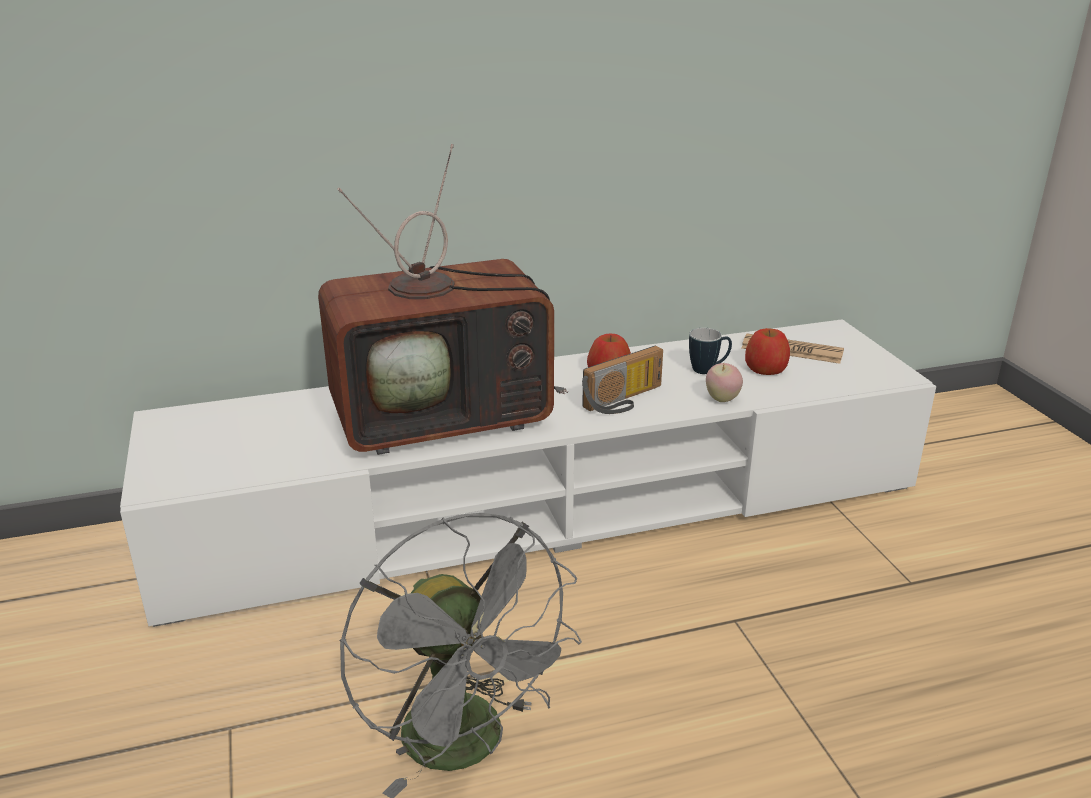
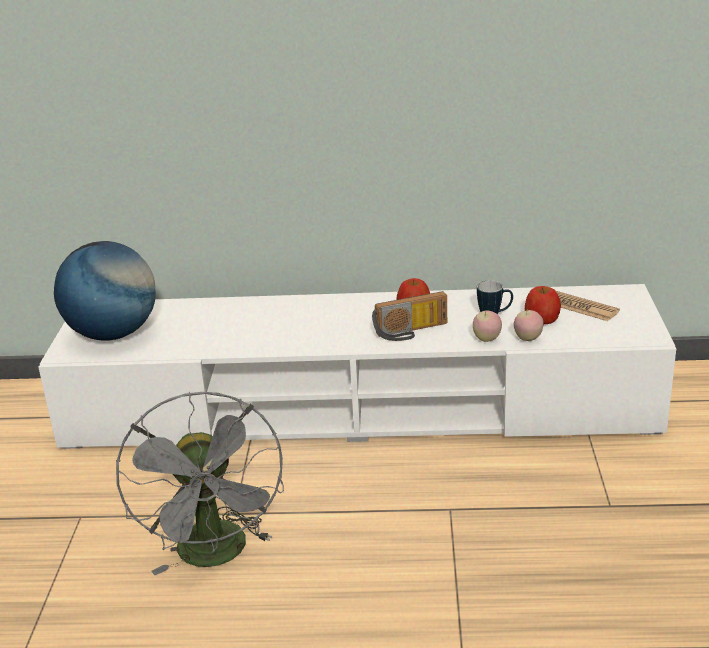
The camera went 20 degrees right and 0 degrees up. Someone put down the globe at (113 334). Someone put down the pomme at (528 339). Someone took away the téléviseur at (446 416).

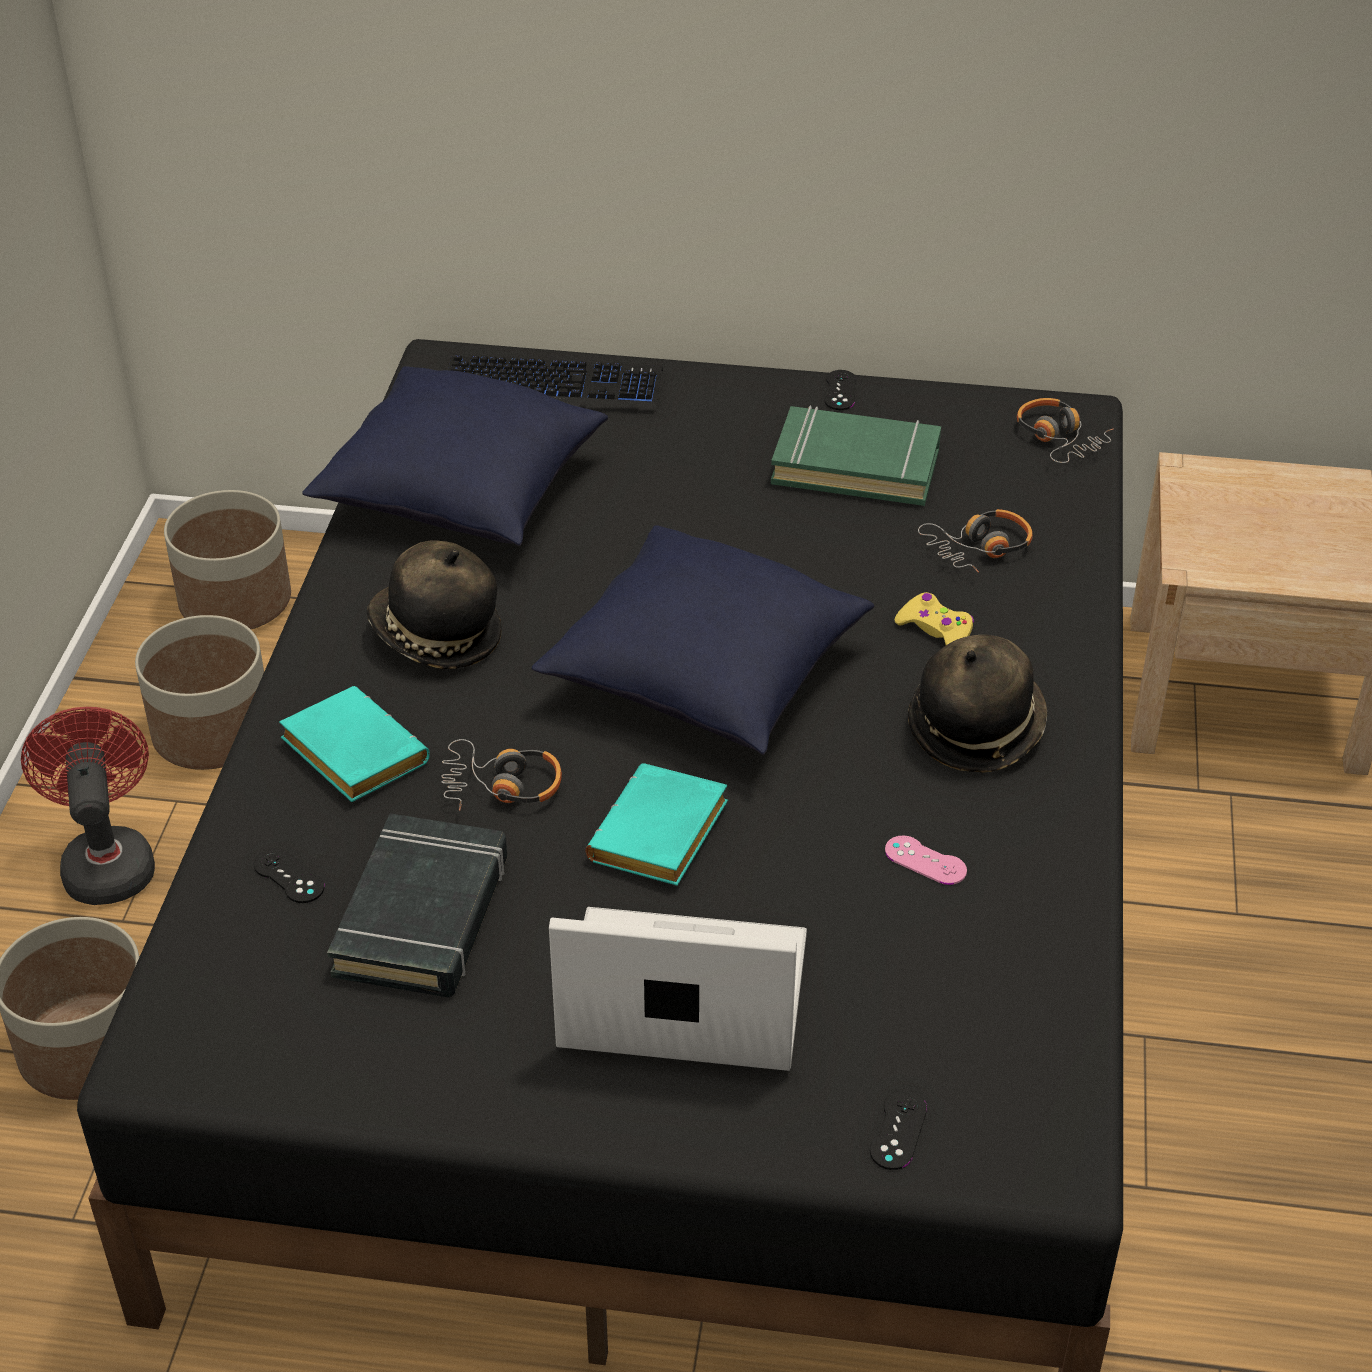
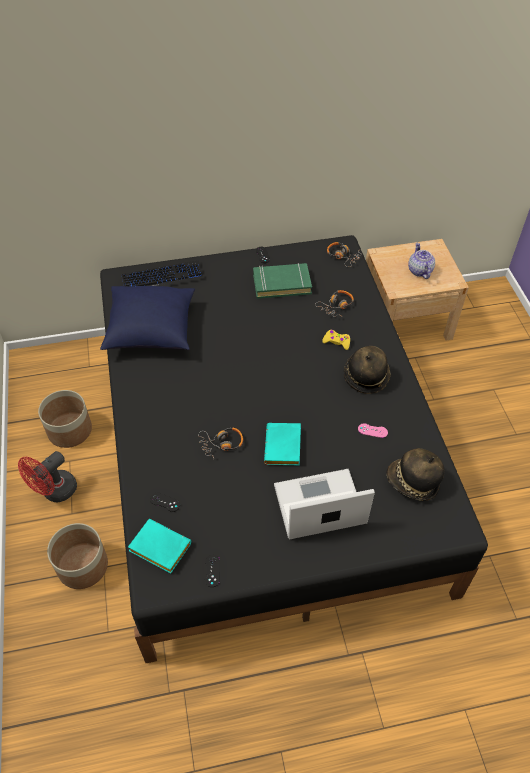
The camera went 20 degrees left and 10 degrees up. Someone rotated the ventilateur (rouge) at (107 861) by 105 degrees counterclockwise. Someone carried the livre (turquoise) from (349 753) to (158 548). Someone carried the manette (noir) from (898 1130) to (212 570). Someone carried the chapeau from (435 637) to (412 482). Someone put down the théière at (419 270). Someone took away the cache-pot at (236 600). Someone took away the livre (noir) at (423 916). Someone took away the coussin (bleu) at (704 677).

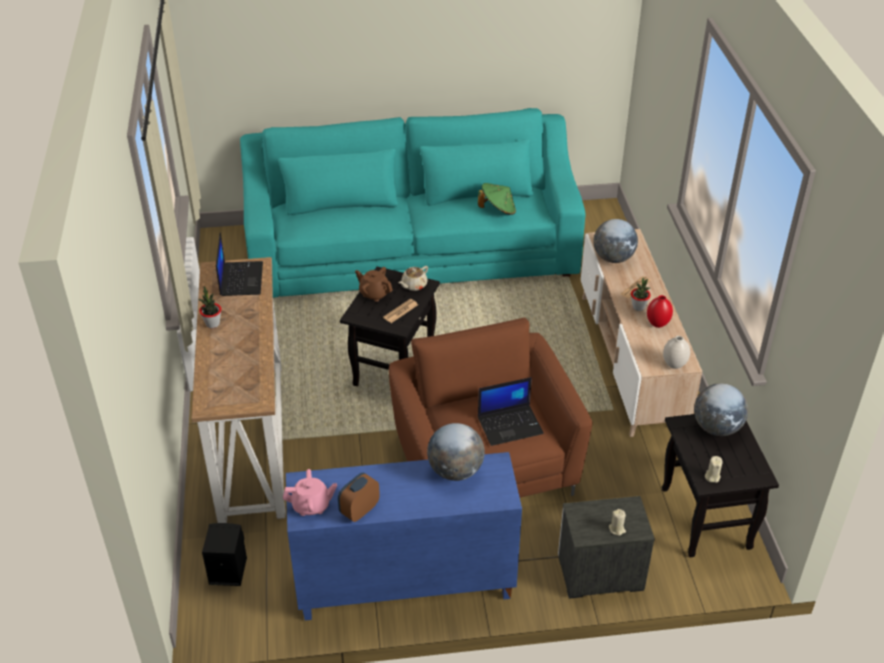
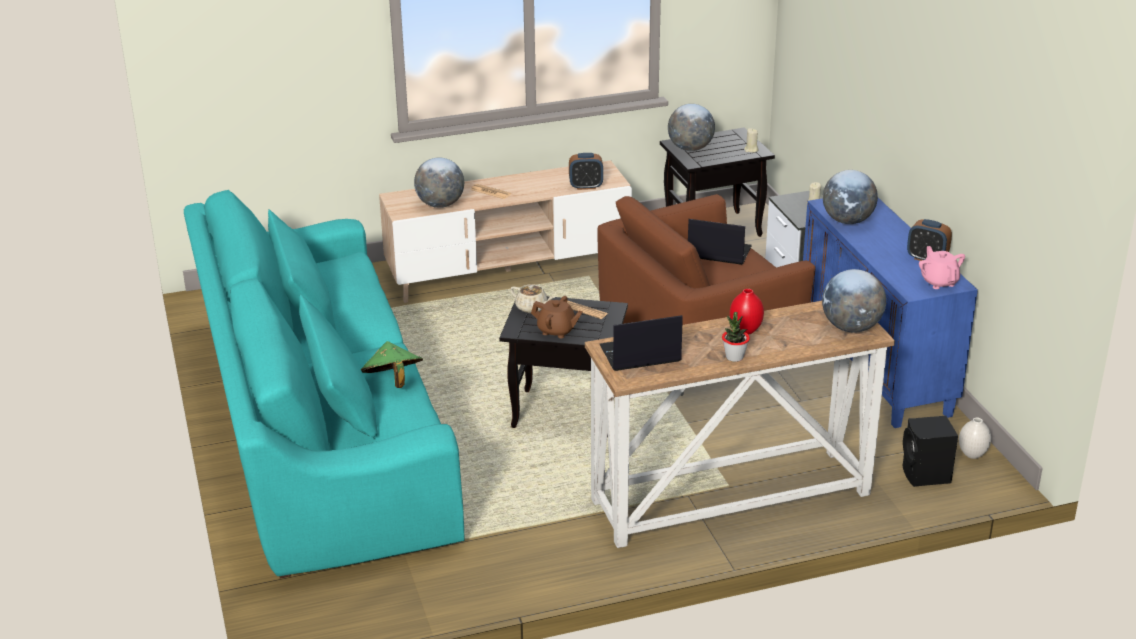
The camera went 100 degrees left and 10 degrees down. Someone carried the chapeau (vert) from (497 210) to (392 382). Someone rotated the théière (marron) at (374 294) by 90 degrees counterclockwise. Someone put down the réveil at (586 186). Someone rotated the ordinateur portable at (510 425) by 45 degrees counterclockwise. Someone carried the vase (rouge) from (658 324) to (745 331). Someone put down the globe at (851 327). Someone carried the vase (blanc) from (674 365) to (972 454). Someone took away the plante en pot at (638 307).

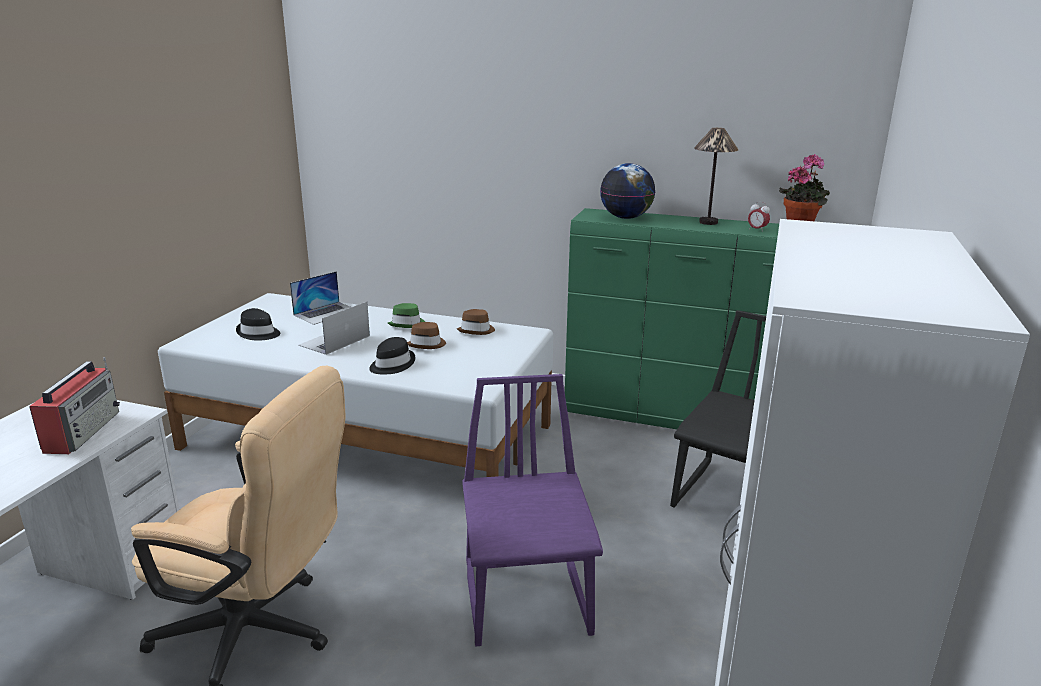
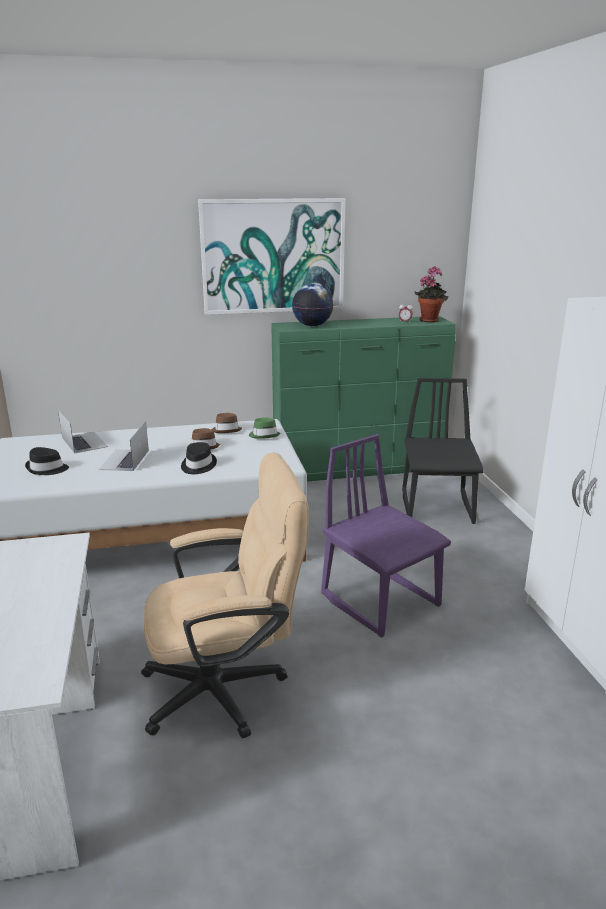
The camera went 30 degrees left and 0 degrees up. Someone rotated the ordinateur portable at (326 313) by 45 degrees counterclockwise. Someone put up the tableau at (273 256). Someone carried the chapeau (vert) from (407 324) to (264 435). Someone took away the radio at (83 431). Someone took away the lampe de table at (708 222).

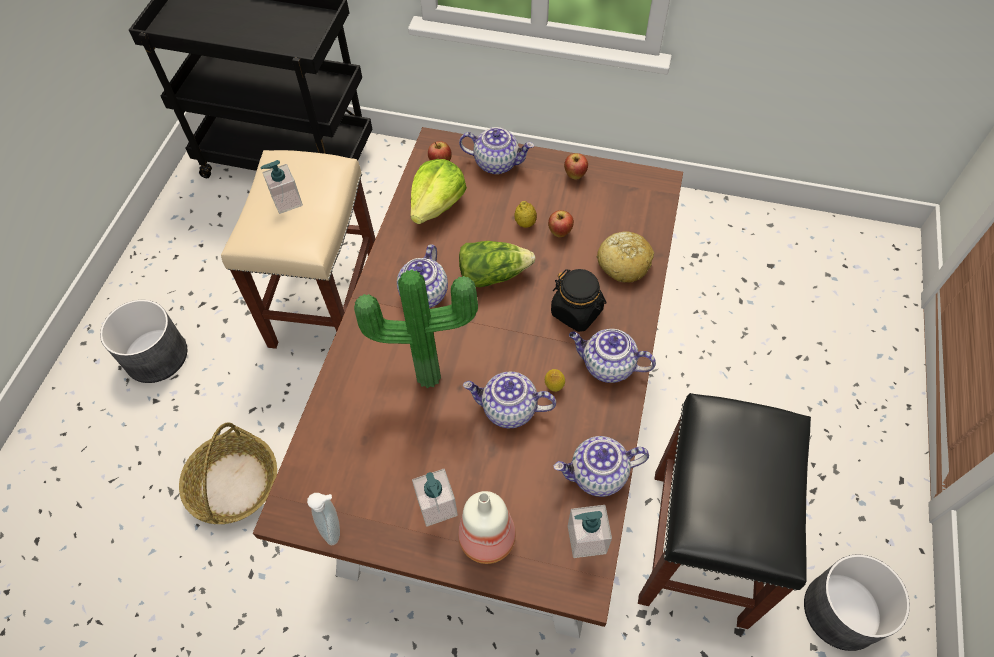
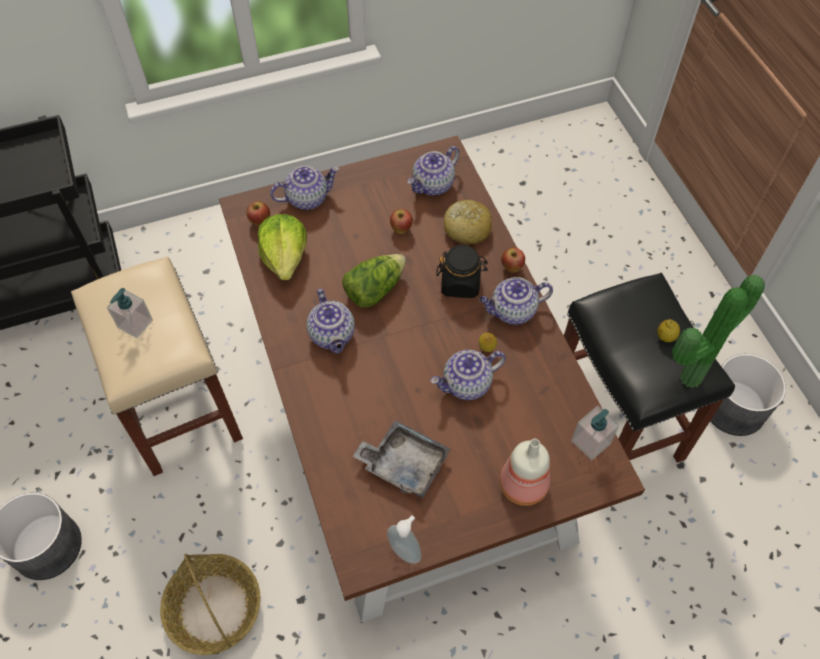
The camera went 35 degrees left and 0 degrees up. Someone put down the plateau (gris) at (404 463). Someone carried the théière from (598 475) to (433 185). Someone carried the pomme from (575 175) to (511 268). Someone carried the citron from (525 223) to (665 337). Someone carried the plante en pot from (428 373) to (686 376). Someone took away the distributeur de savon at (437 506).

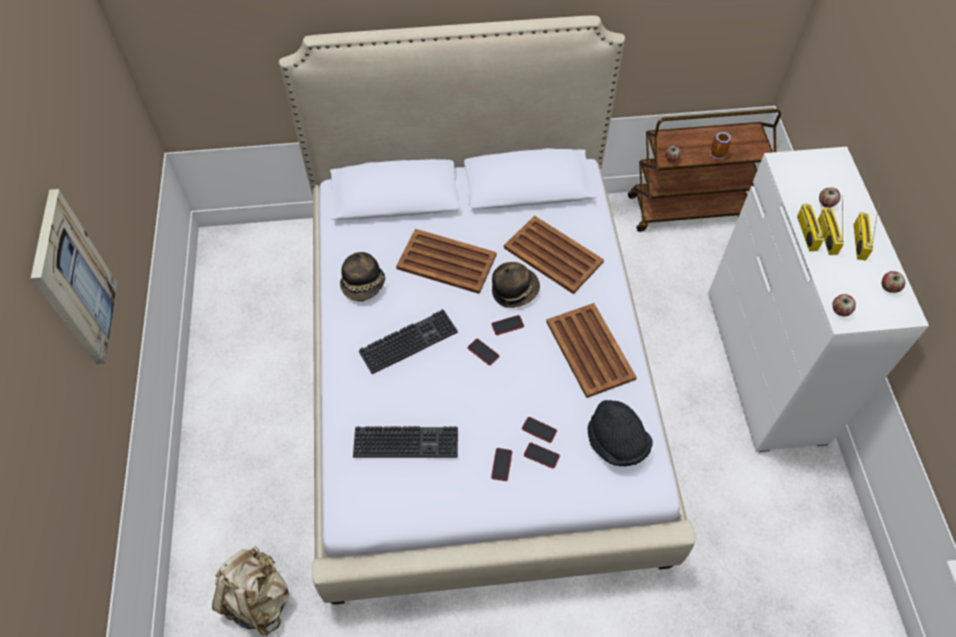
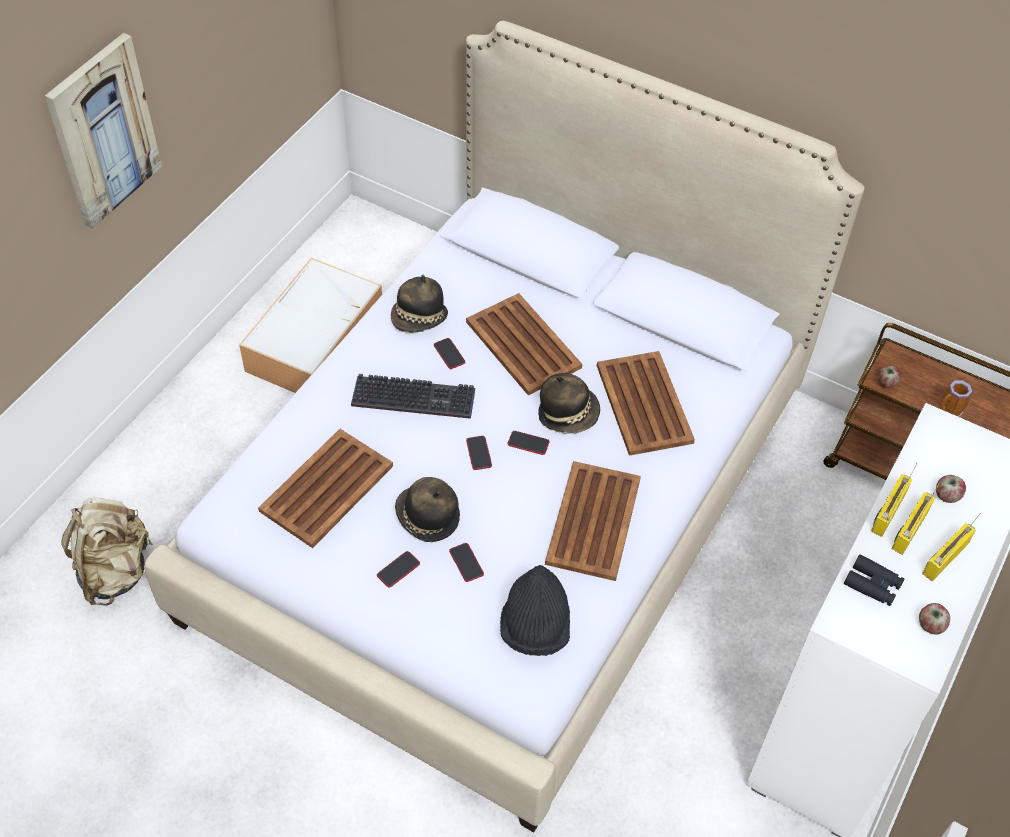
The camera went 35 degrees right and 5 degrees down. Someone put down the boîte de rangement at (316 339). Someone swapped the clavier at (408 441) for the plateau (marron) at (328 487). Someone put down the chapeau at (427 518). Someone carried the téléphone from (541 455) to (449 354). Someone put down the jumelles (noir) at (872 584). Someone took away the pomme at (840 310).

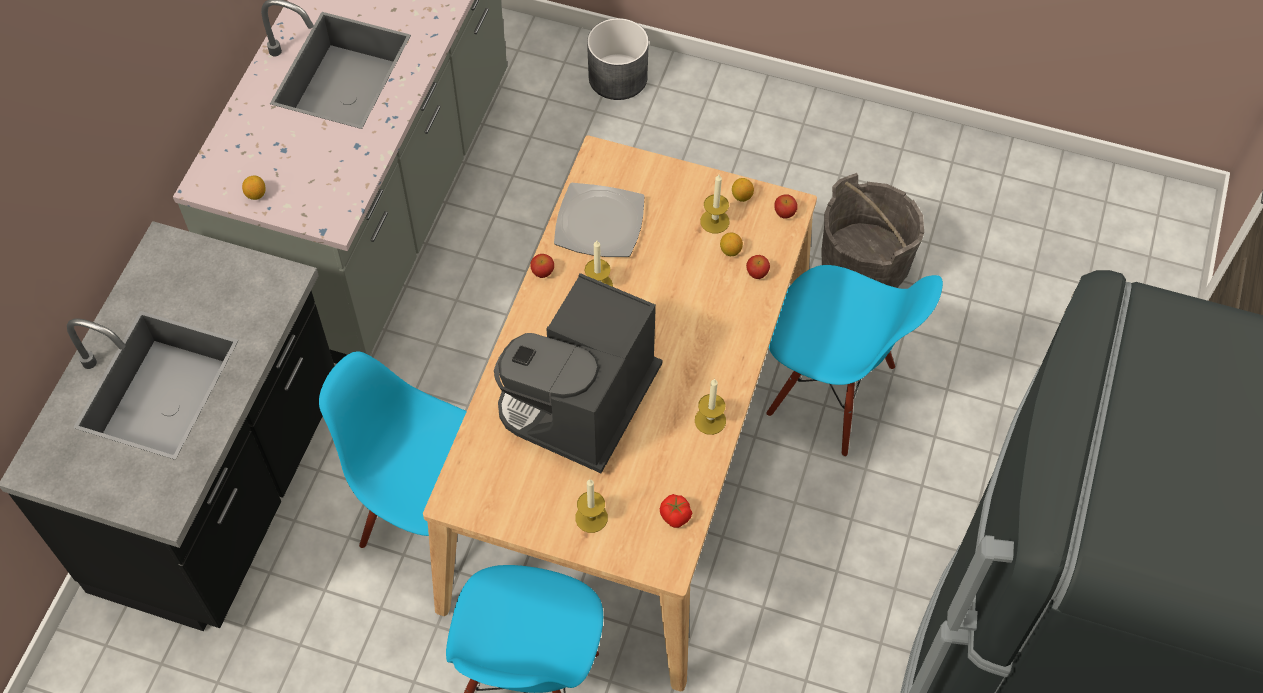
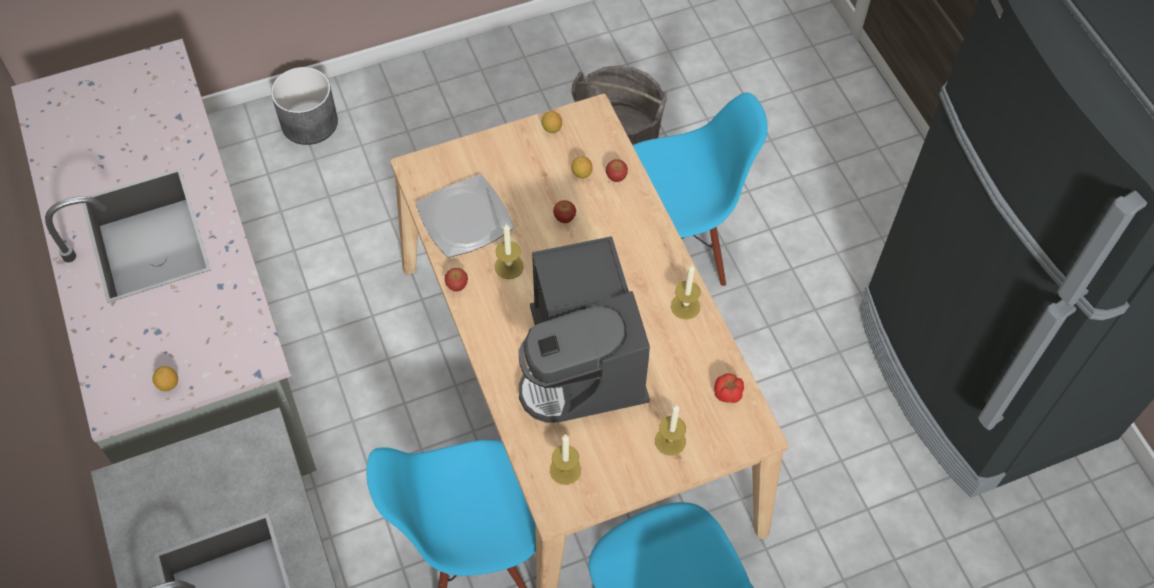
The camera went 40 degrees left and 0 degrees up. Someone carried the bougie from (714 221) to (565 470). Someone carried the pomme from (784 213) to (564 218).

